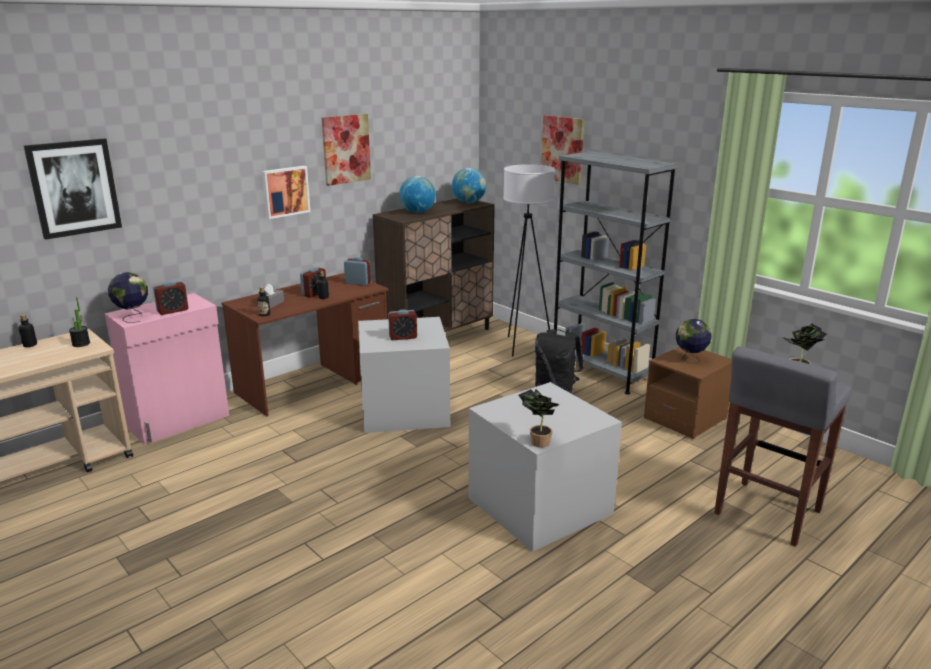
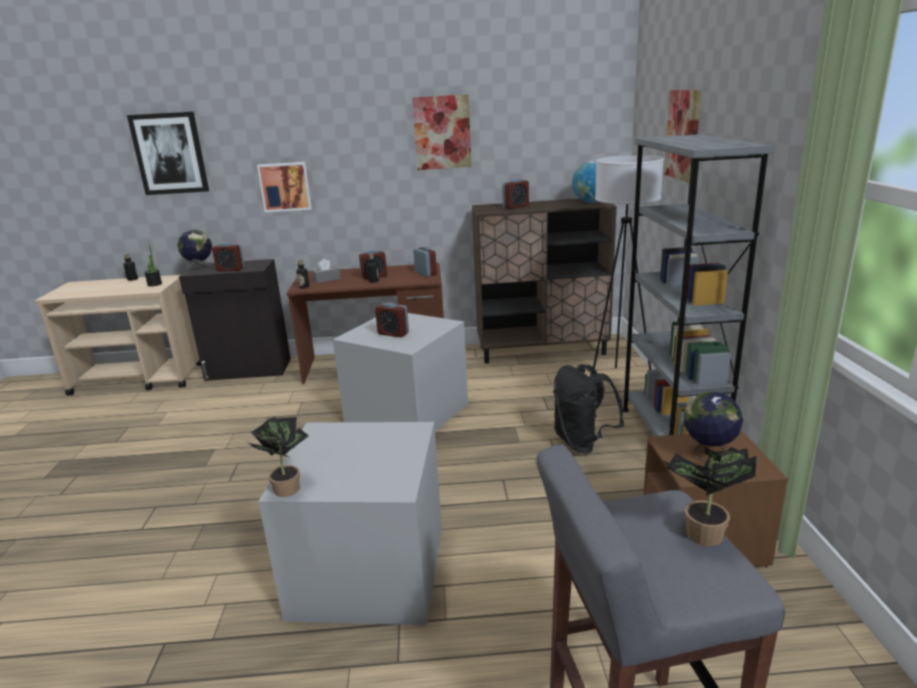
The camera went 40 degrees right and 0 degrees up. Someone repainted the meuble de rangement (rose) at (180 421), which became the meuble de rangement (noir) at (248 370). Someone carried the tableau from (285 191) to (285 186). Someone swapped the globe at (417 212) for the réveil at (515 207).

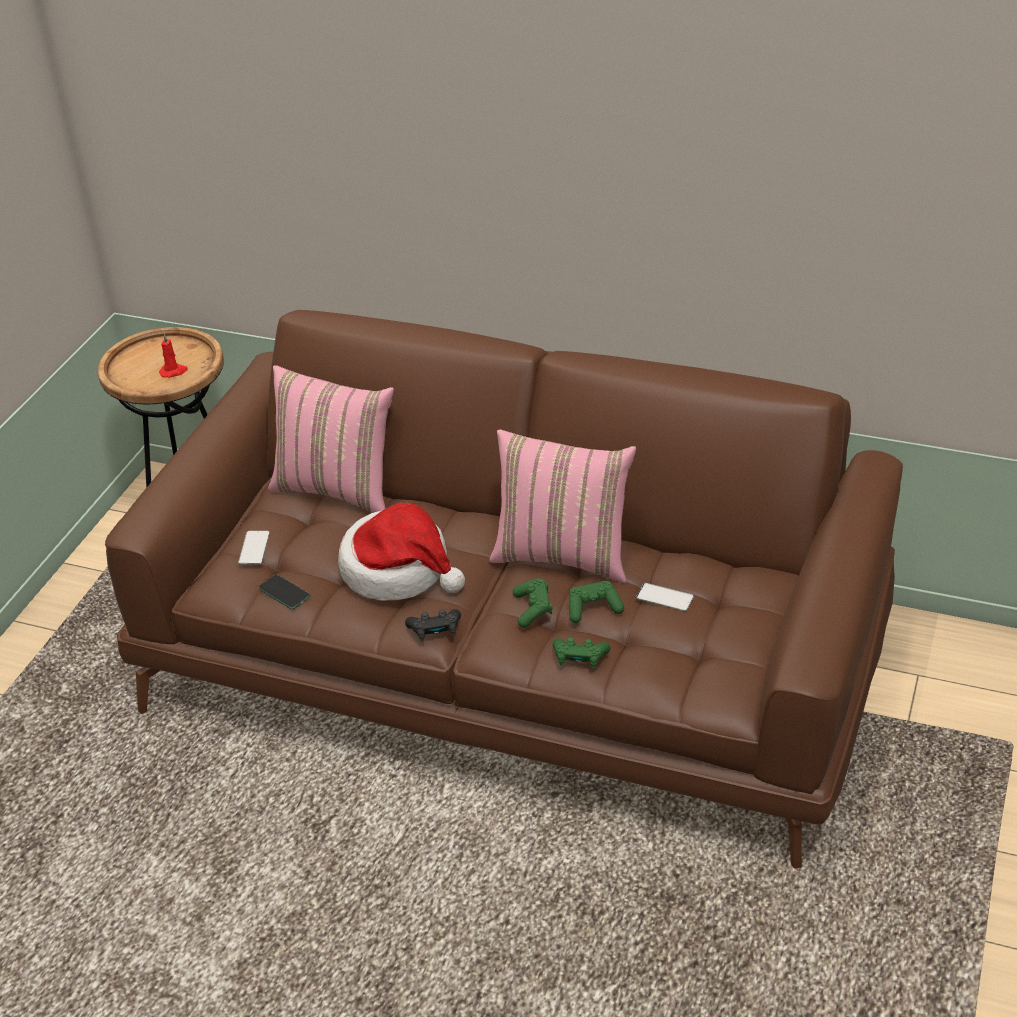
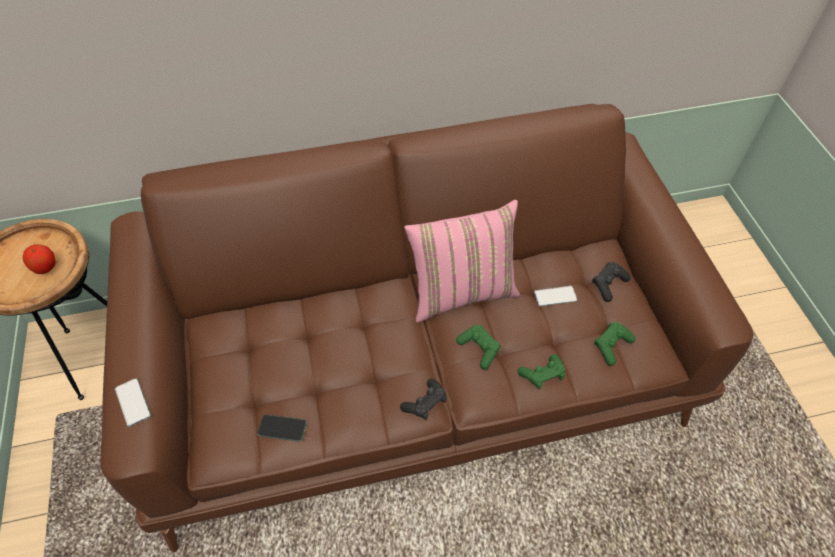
The camera went 35 degrees left and 15 degrees up. Someone swapped the bougie (rouge) at (174 371) for the pomme at (46 267). Someone carried the téléphone from (254 548) to (132 402). Someone put down the manette (noir) at (608 284). Someone carried the manette (vert) from (593 609) to (611 346). Someone took away the coussin (rose) at (338 489). Someone took away the chapeau at (398 570).

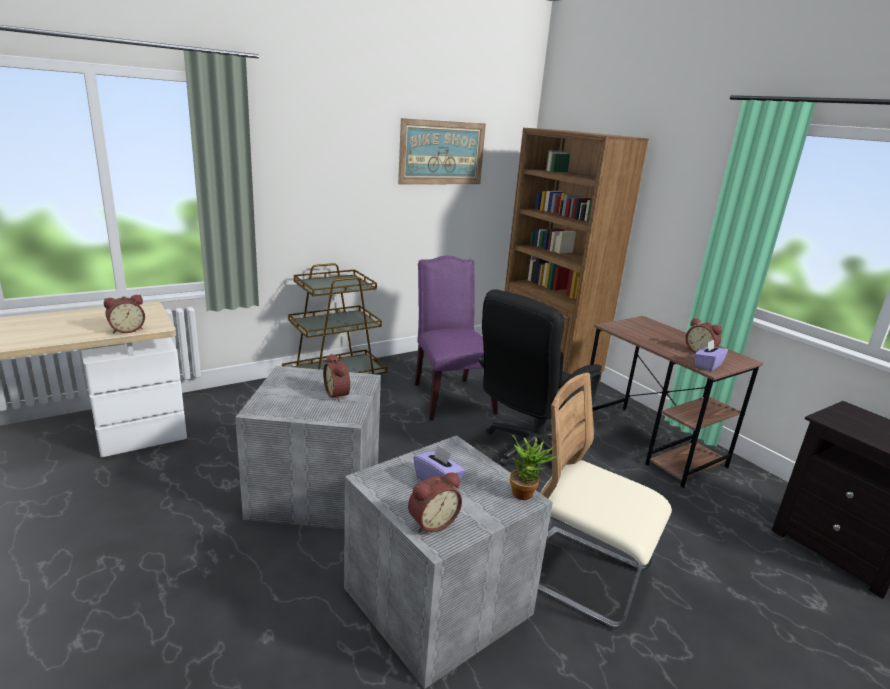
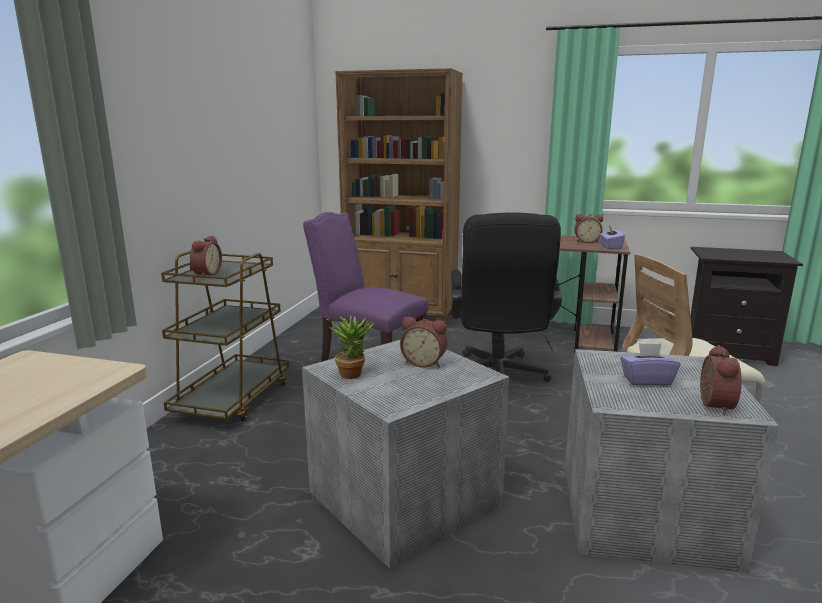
The camera went 40 degrees left and 5 degrees down. Someone carried the réveil from (127 330) to (206 274). Someone carried the plante en pot from (526 493) to (353 373). Someone took away the tableau at (442 153).

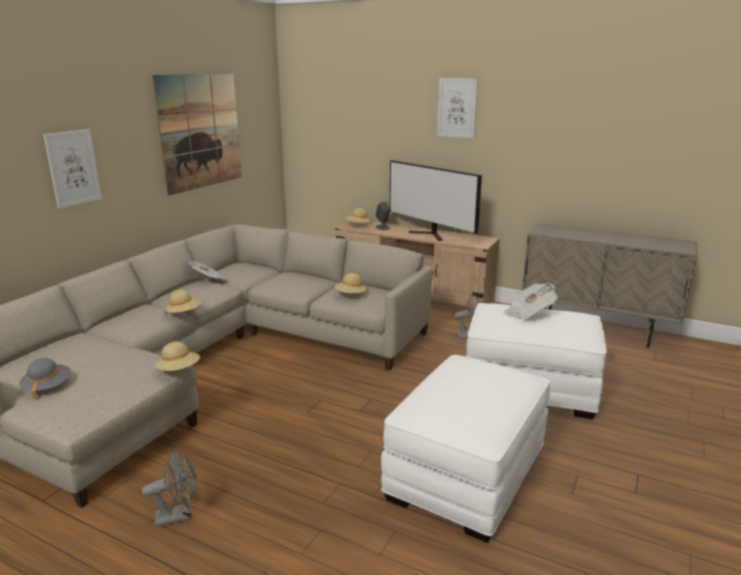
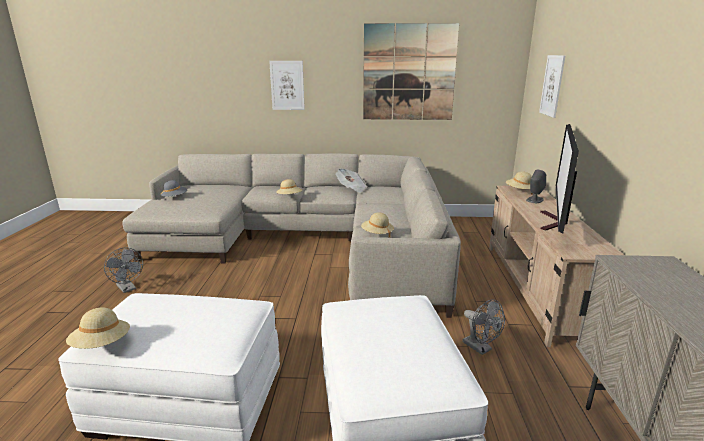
The camera went 65 degrees right and 0 degrees up. Someone carried the chapeau (beige) from (179 370) to (102 345). Someone carried the tableau from (457 108) to (552 85). Someone took away the journal at (528 313).

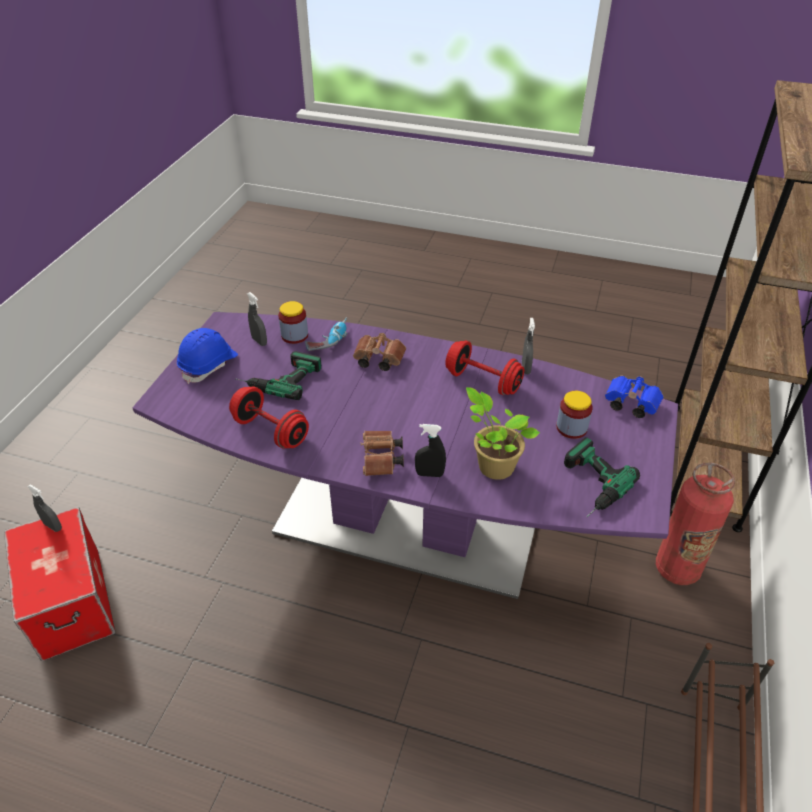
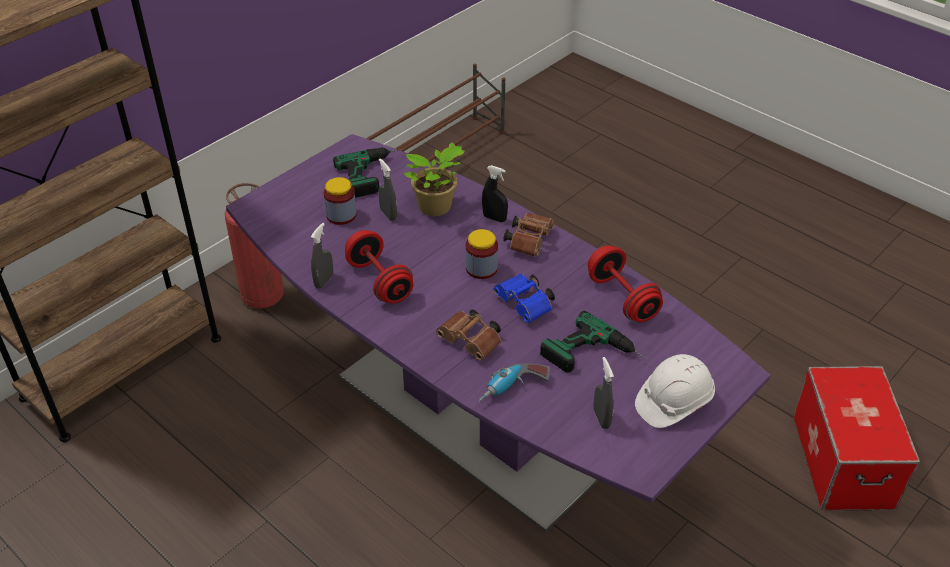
The camera went 155 degrees left and 0 degrees up. Someone carried the vaporisateur (gris) from (53 526) to (388 214). Someone carried the bocal from (294 335) to (481 268). Someone carried the jumelles (bleu) from (629 404) to (526 305). Someone repainted the casque de chantier (bleu) at (209 365), which became the casque de chantier (blanc) at (673 402).

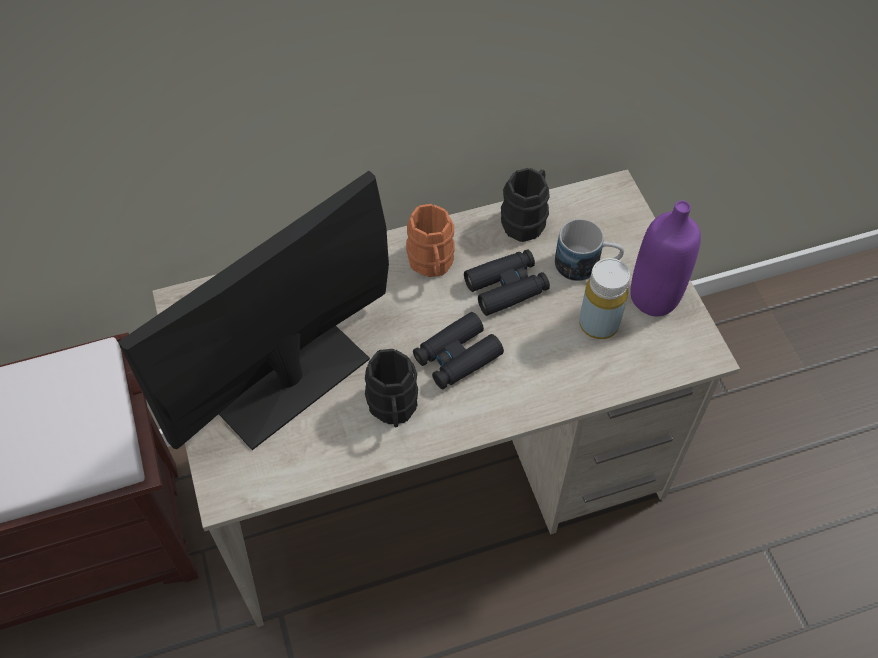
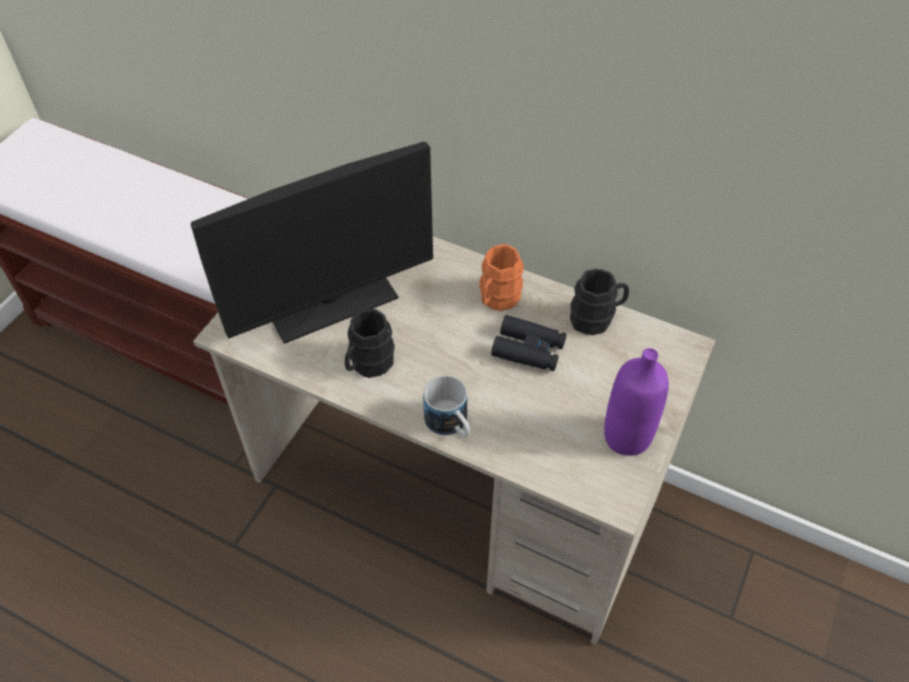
The camera went 45 degrees right and 5 degrees down. Someone rotated the écran d'ordinateur at (291 381) by 150 degrees clockwise. Someone carried the mug from (586 266) to (451 425). Someone took away the jumelles (noir) at (457 357). Someone took away the bouteille (jaune) at (598 324).

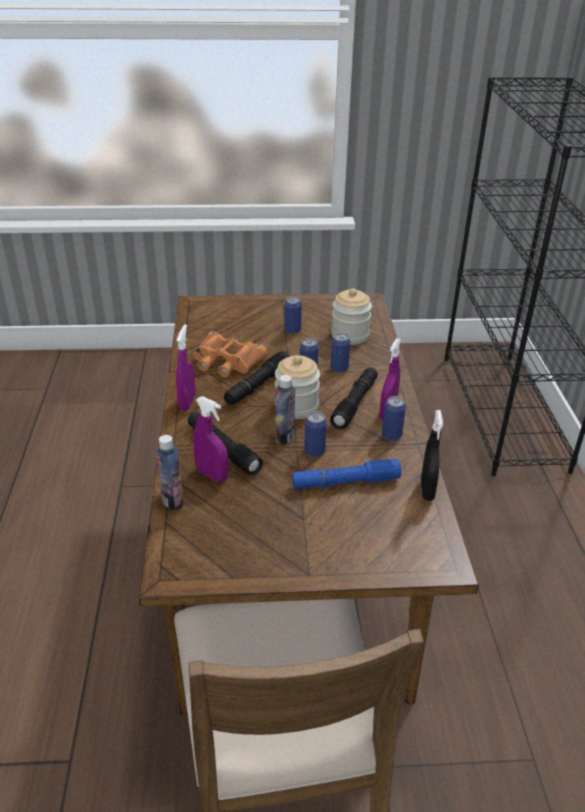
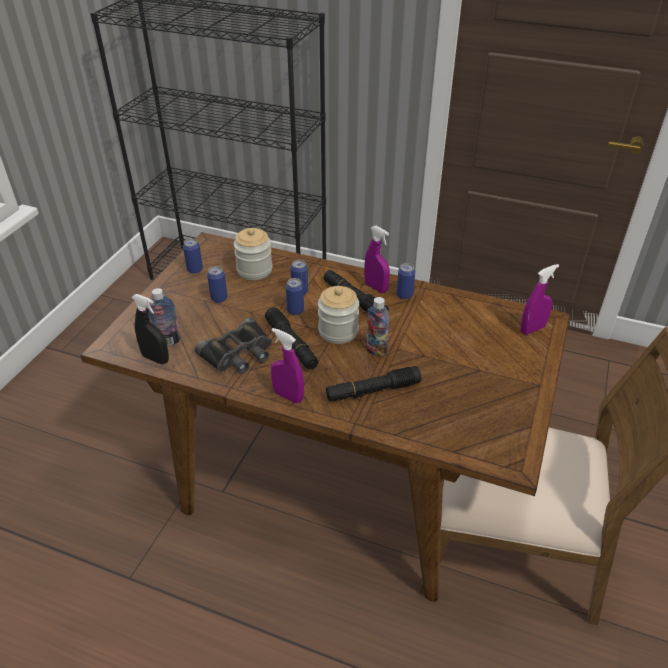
The camera went 65 degrees left and 5 degrees up. Someone carried the vaporisateur (noir) from (427 490) to (155 358). Someone carried the bouteille from (172 501) to (168 341). Someone carried the boîte métallique from (314 451) to (195 269). Someone repainted the jumelles (orange) at (226 362), which became the jumelles (noir) at (239 353). Someone carried the vaporisateur (violet) from (212 475) to (532 329). Someone took away the lampe de poche (bleu) at (345 482).

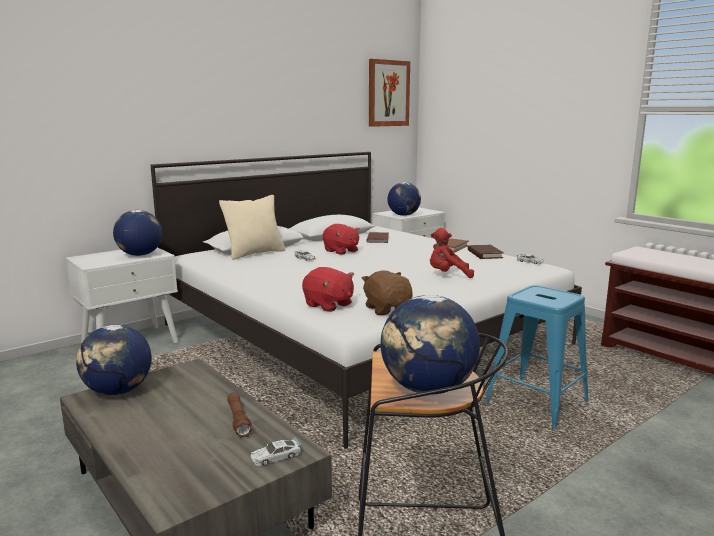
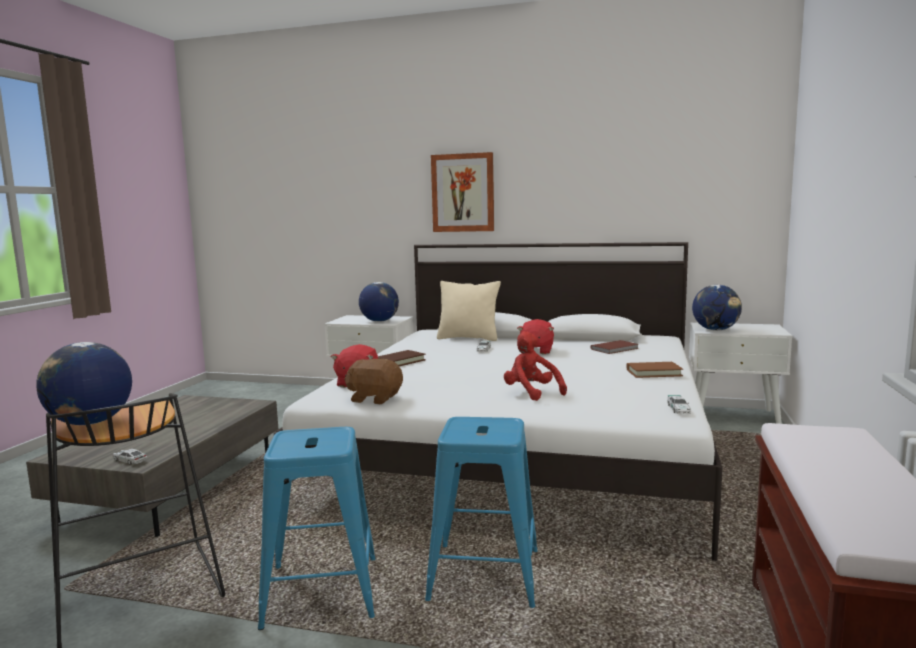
The camera went 55 degrees right and 5 degrees down. Someone put down the tabouret (bleu) at (322 592). Someone rotated the peluche (marron) at (387 309) by 105 degrees counterclockwise. Someone carried the livre (marron) from (484 254) to (400 361). Someone carried the tableau from (388 93) to (463 193). Someone took away the globe at (118 391). Someone took away the lampe de poche (marron) at (238 420).

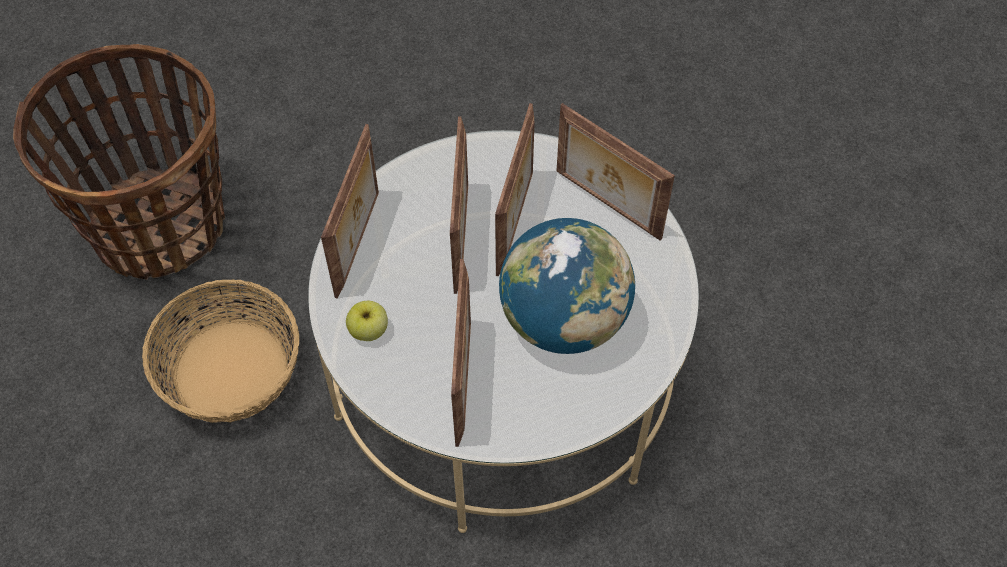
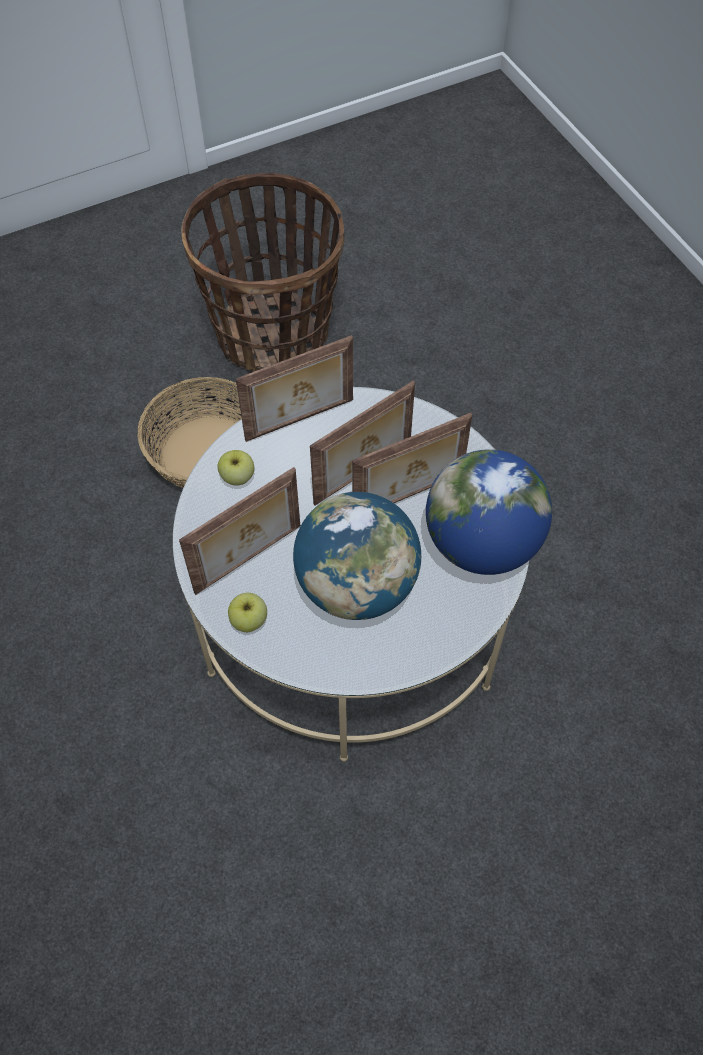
The camera went 50 degrees right and 0 degrees up. Someone put down the pomme at (249 620). Someone swapped the cadre photo at (606 206) for the globe at (482 543).

